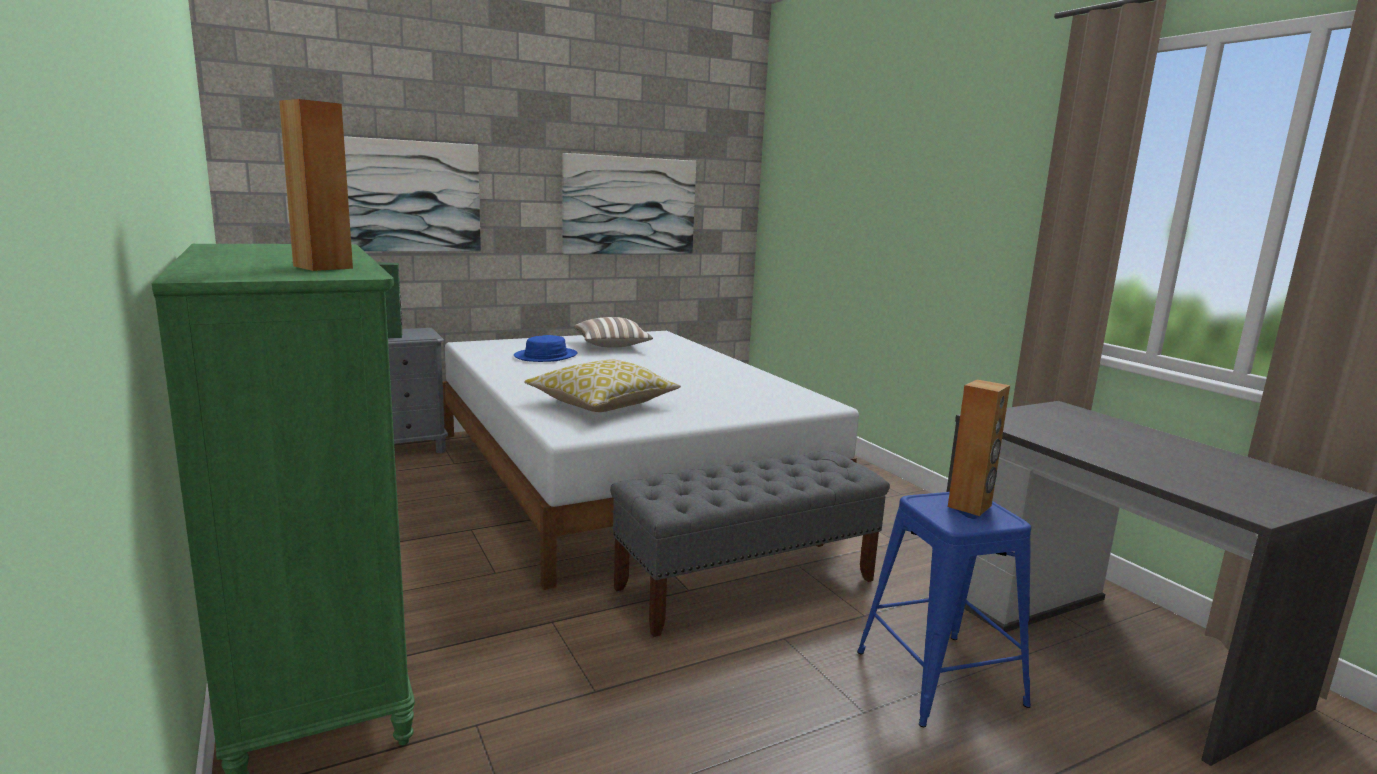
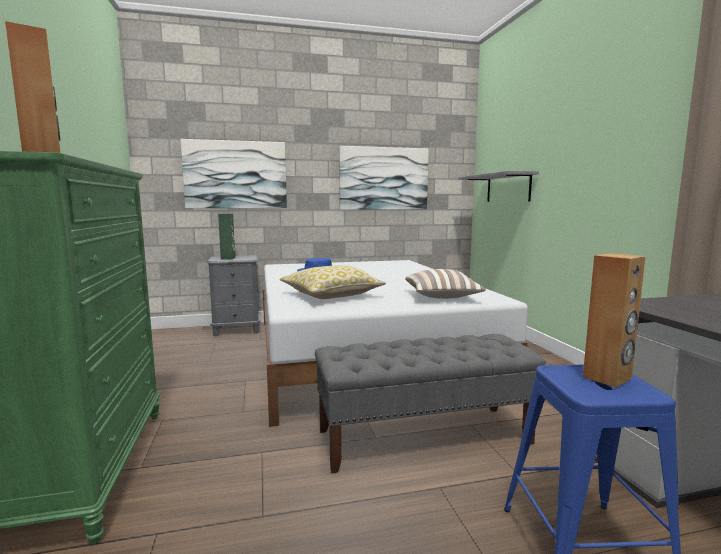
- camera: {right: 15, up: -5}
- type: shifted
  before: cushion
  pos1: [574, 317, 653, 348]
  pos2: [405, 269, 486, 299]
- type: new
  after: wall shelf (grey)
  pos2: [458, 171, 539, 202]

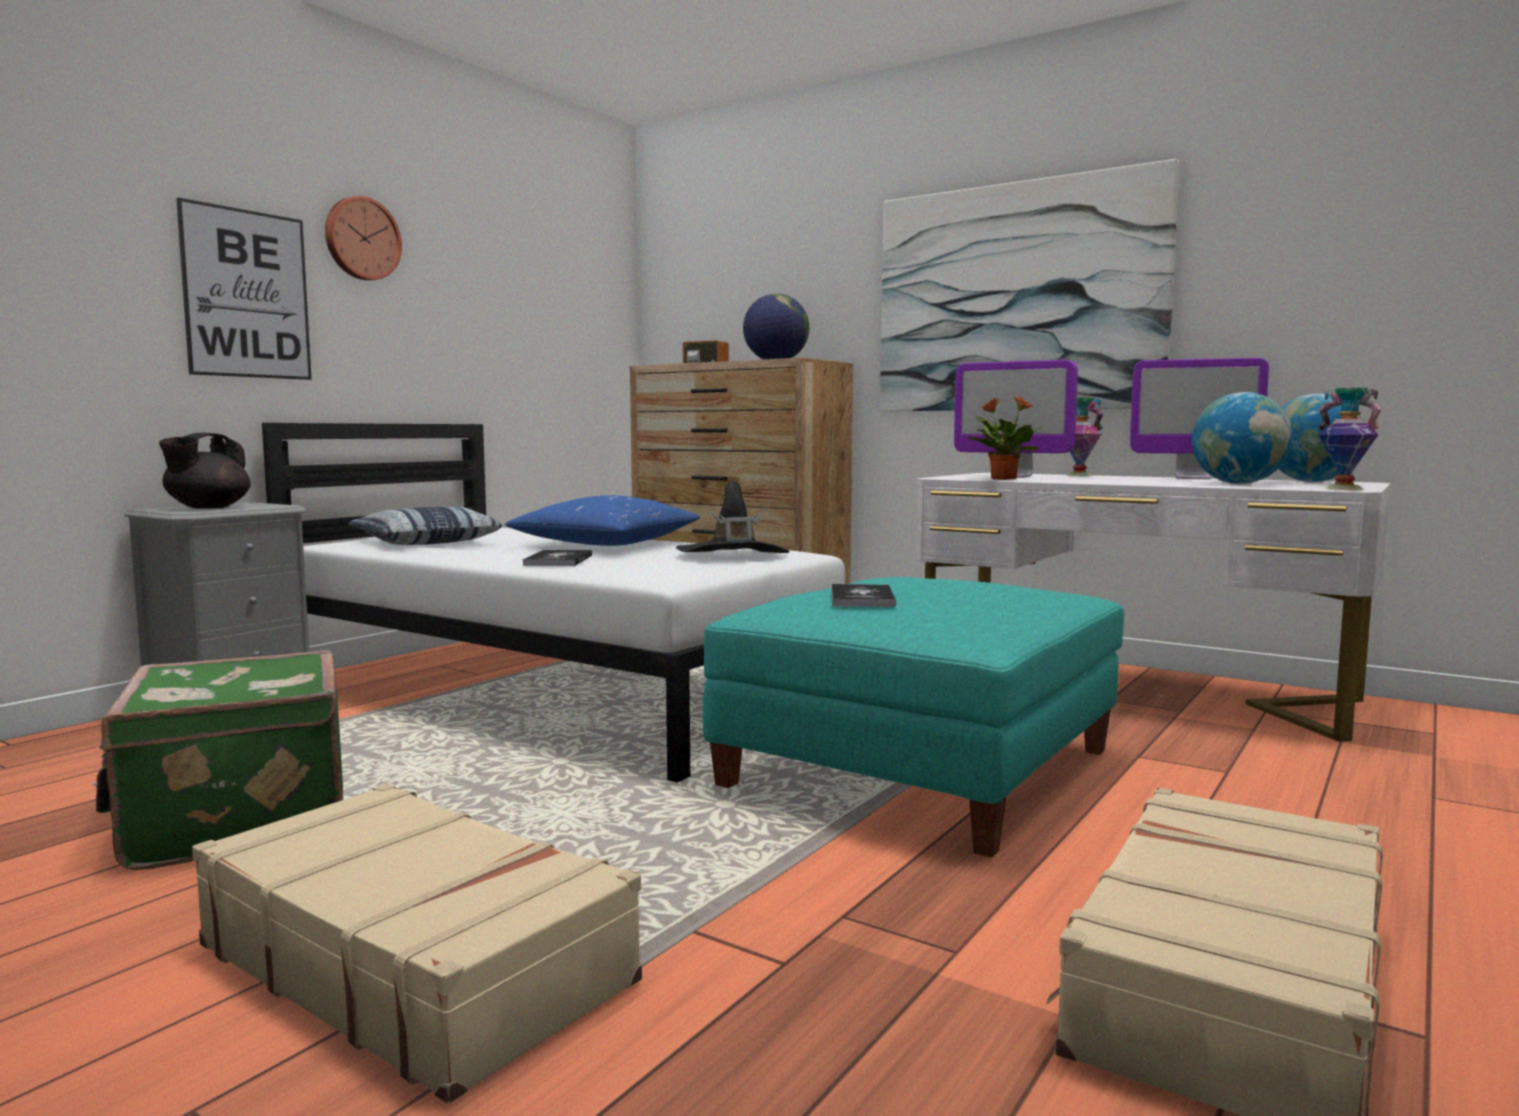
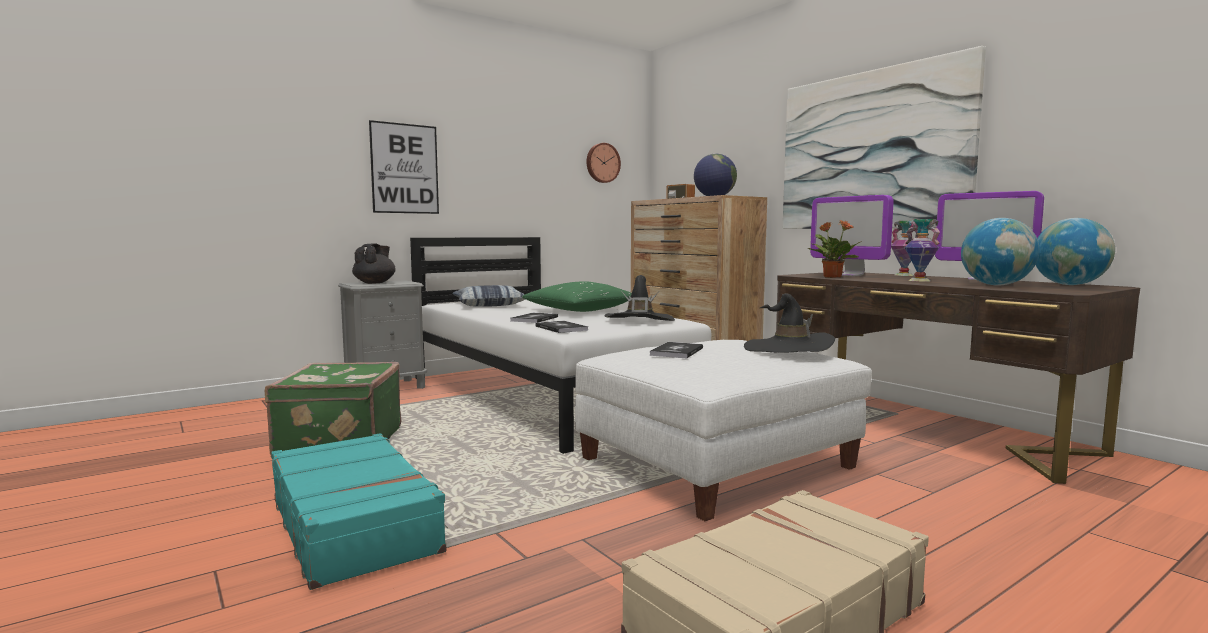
- camera: {right: 20, up: 0}
- type: rotated
  before: teapot (black-coloured)
  pos1: [159, 433, 251, 509]
  pos2: [352, 244, 396, 284]
  turn: 150
- type: repainted
  before: travel case (sand-coloured)
  after: travel case (turquoise-coloured)
  pos1: [192, 784, 642, 1104]
  pos2: [271, 433, 448, 590]
- type: shifted
  before: clock on the wall
  pos1: [325, 196, 402, 280]
  pos2: [586, 143, 621, 183]
- type: repainted
  before: cushion (bluish)
  after: cushion (green-coloured)
  pos1: [505, 495, 700, 546]
  pos2: [522, 281, 632, 312]
- type: repainted
  before: pouffe (turquoise-coloured)
  after: pouffe (white)
  pos1: [703, 577, 1124, 858]
  pos2: [575, 340, 872, 521]
- type: repainted
  before: desk table (white)
  after: desk table (brown)
  pos1: [916, 473, 1390, 742]
  pos2: [776, 272, 1140, 484]
- type: shifted
  before: flower vase
  pos1: [1318, 388, 1382, 490]
  pos2: [904, 219, 940, 282]
- type: new
  after: book
  pos2: [535, 321, 588, 333]
- type: new
  after: hat (black-coloured)
  pos2: [744, 293, 835, 353]

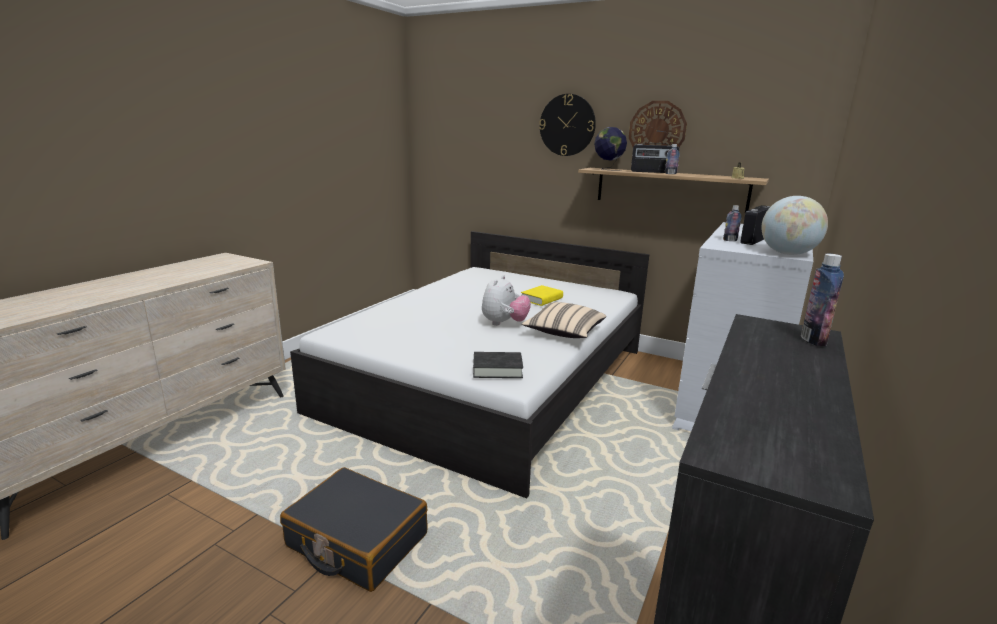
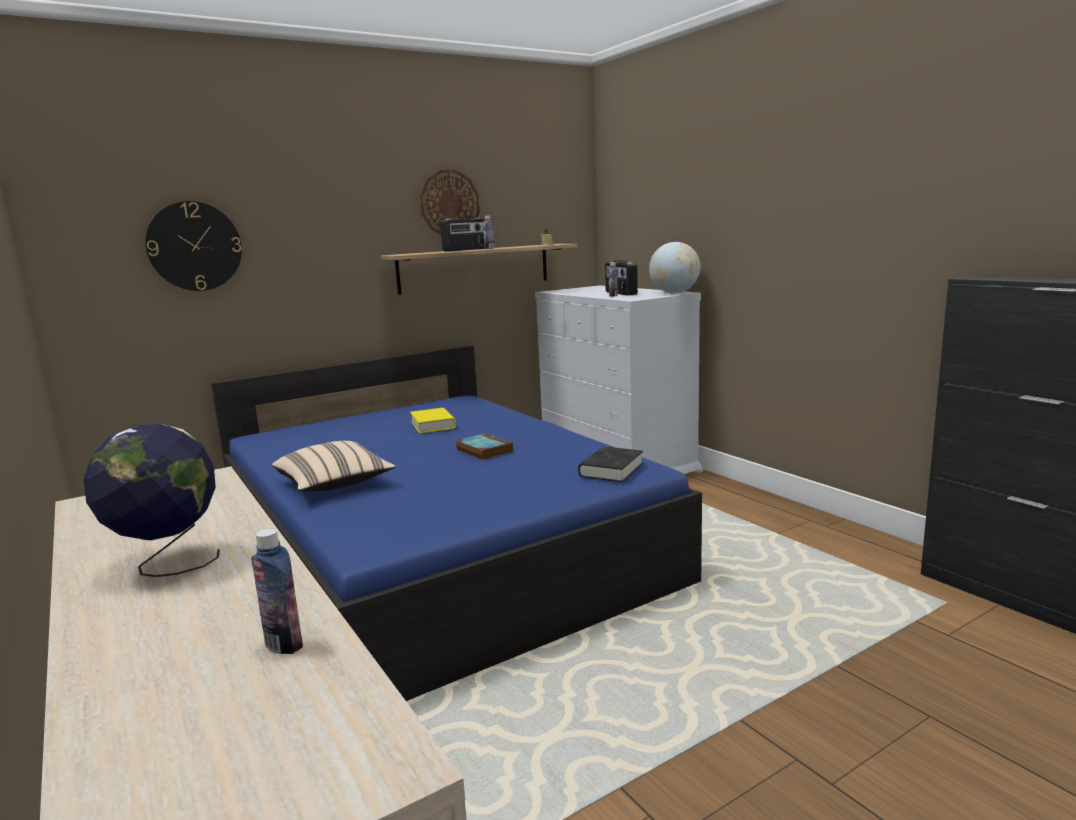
- camera: {right: -60, up: -5}
- type: gone
  before: travel case (black-coloured)
  pos1: [280, 467, 428, 592]
- type: repainted
  before: bedroom bed (white)
  after: bedroom bed (bluish)
  pos1: [290, 231, 649, 498]
  pos2: [211, 346, 702, 701]
- type: swapped
  before: plush toy
  after: book
  pos1: [482, 275, 531, 326]
  pos2: [456, 433, 513, 460]
- type: shifted
  before: cushion (sand-coloured)
  pos1: [522, 302, 606, 338]
  pos2: [272, 441, 396, 491]
- type: shifted
  before: clock on the wall
  pos1: [539, 94, 596, 156]
  pos2: [145, 201, 242, 291]
- type: shifted
  before: globe
  pos1: [594, 127, 627, 171]
  pos2: [84, 423, 220, 577]
- type: shifted
  before: drink bottle
  pos1: [801, 254, 844, 346]
  pos2: [251, 529, 303, 654]

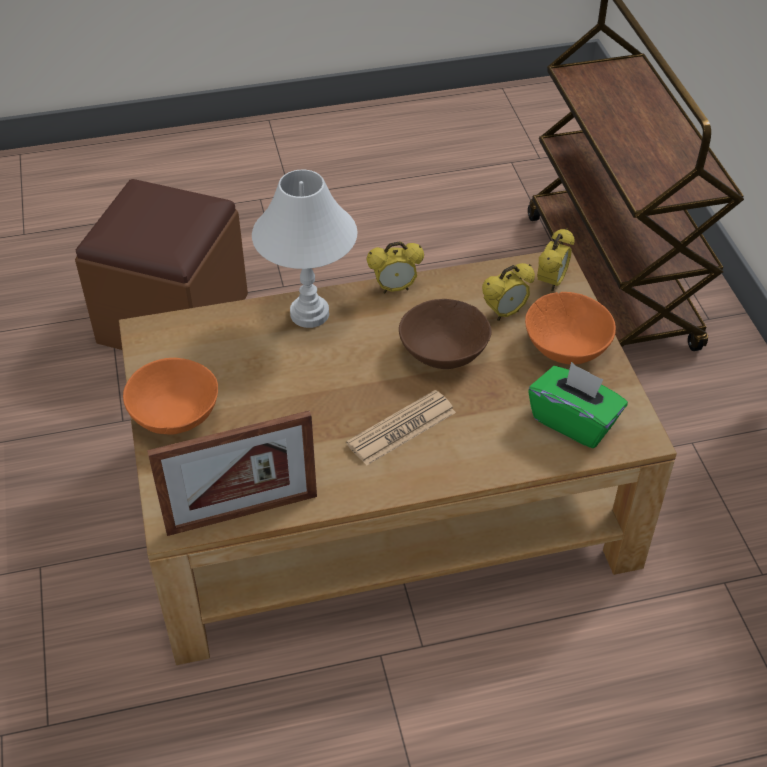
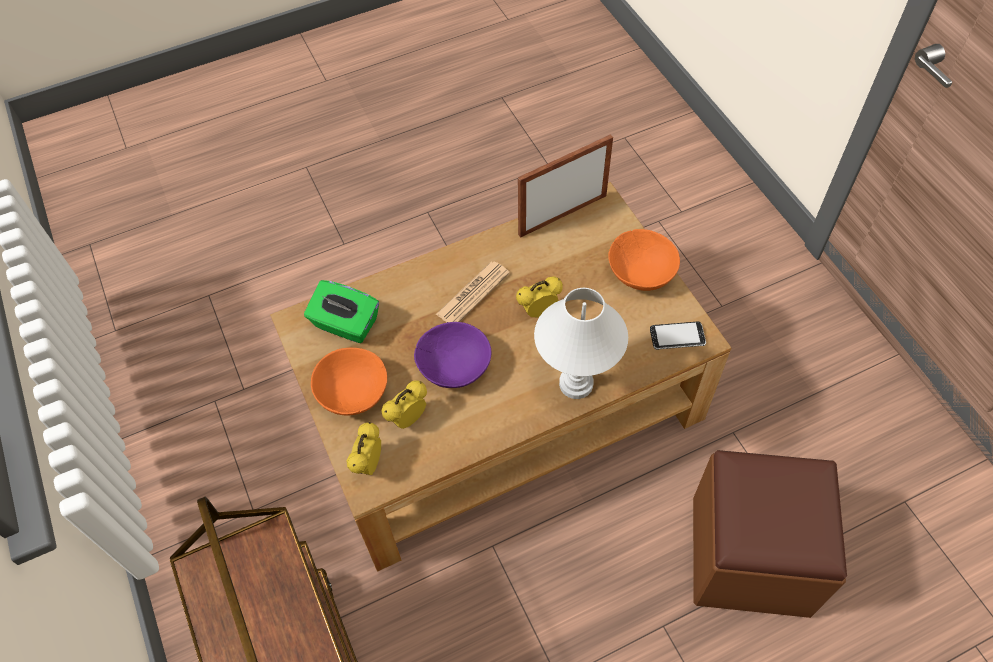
- camera: {right: 170, up: 10}
- type: shifted
  before: table clock
  pos1: [367, 241, 424, 294]
  pos2: [516, 276, 563, 317]
- type: repainted
  before: serving bowl (brown)
  after: serving bowl (purplish)
  pos1: [399, 299, 492, 369]
  pos2: [414, 322, 491, 388]
- type: new
  after: phone
  pos2: [650, 322, 706, 350]

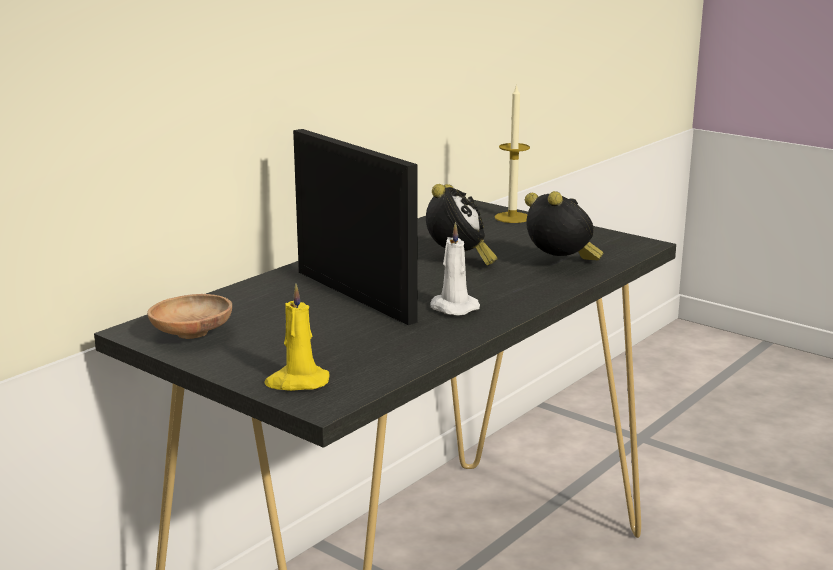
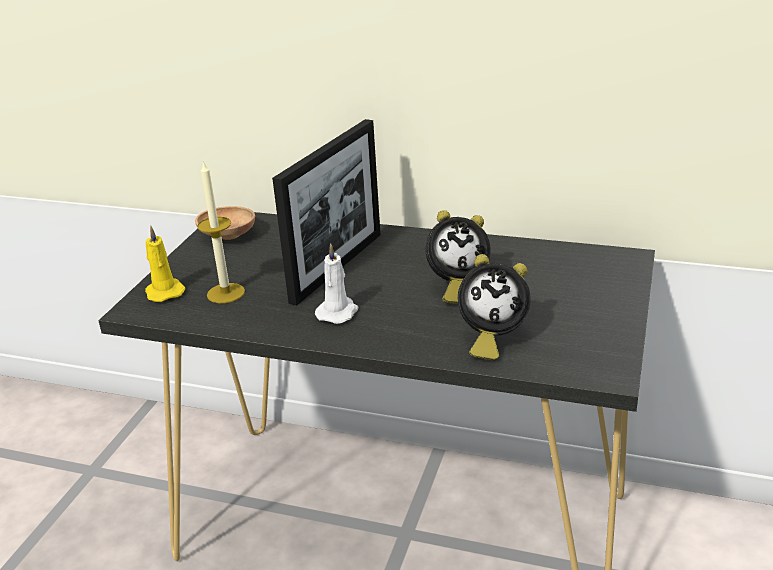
- camera: {right: 70, up: 10}
- type: shifted
  before: wax candle
  pos1: [495, 84, 530, 223]
  pos2: [197, 161, 245, 303]
- type: rotated
  before: table clock
  pos1: [525, 191, 603, 260]
  pos2: [458, 254, 531, 360]
  turn: 60

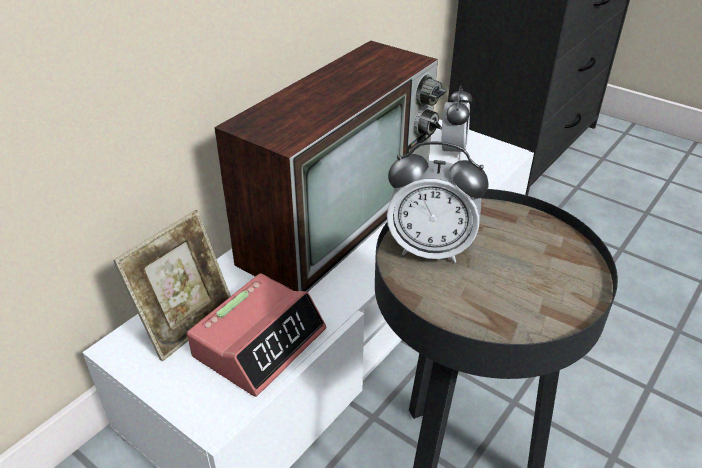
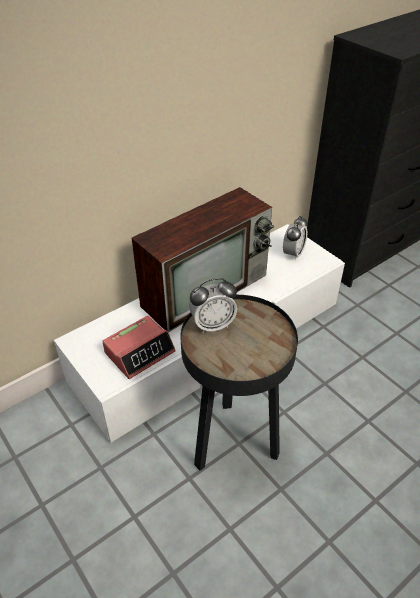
- camera: {right: 15, up: 5}
- type: gone
  before: photo frame
  pos1: [113, 210, 231, 361]
- type: rotated
  before: table clock
  pos1: [387, 141, 489, 263]
  pos2: [189, 278, 237, 333]
  turn: -45

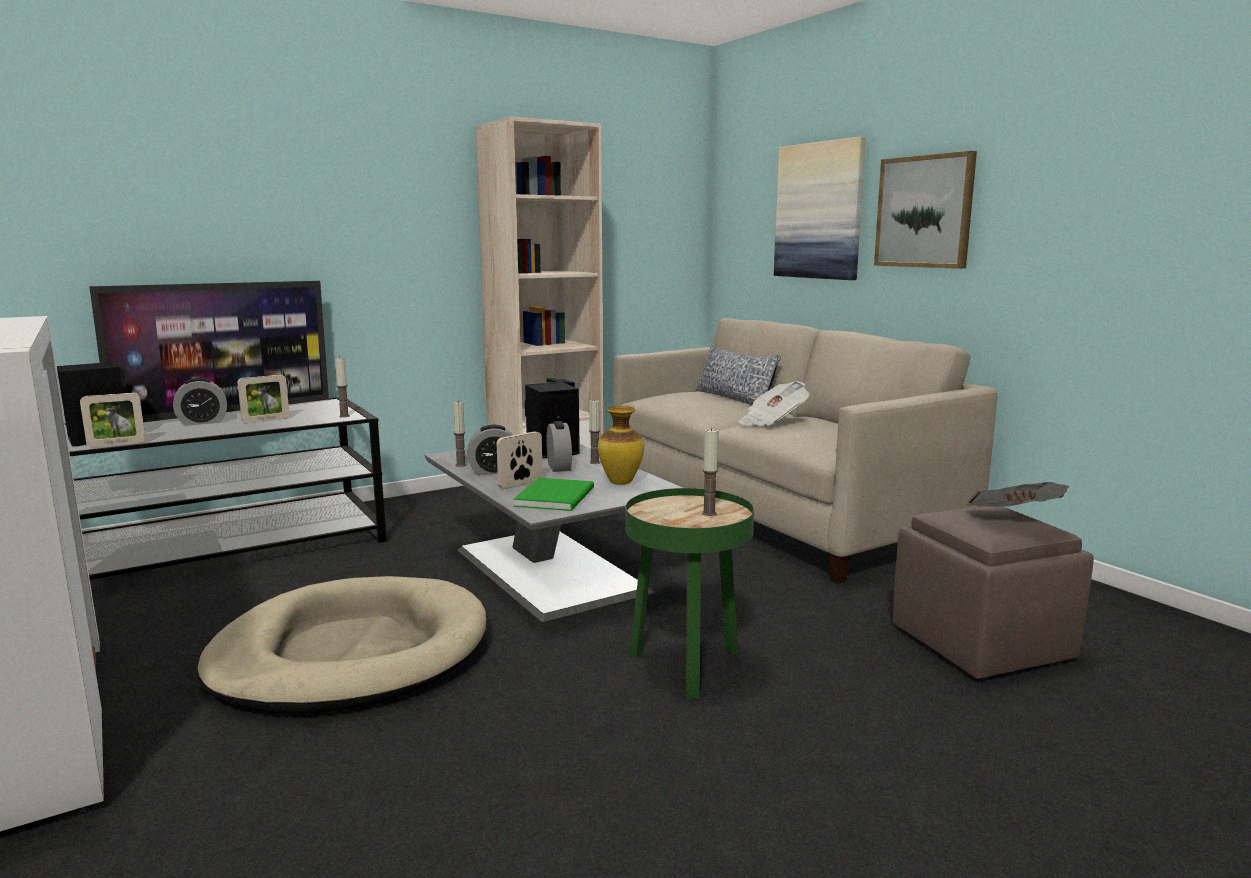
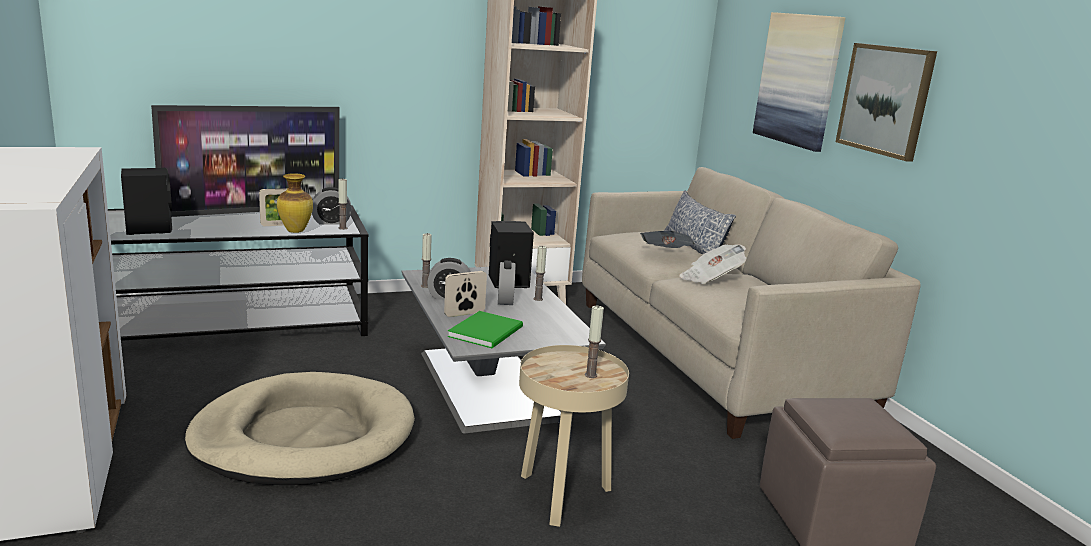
- camera: {right: 10, up: 5}
- type: gone
  before: photo frame
  pos1: [80, 392, 145, 447]
- type: shifted
  before: table clock
  pos1: [173, 378, 227, 425]
  pos2: [312, 187, 351, 225]
- type: shifted
  before: flower vase
  pos1: [598, 406, 644, 485]
  pos2: [277, 173, 313, 233]
- type: repainted
  before: end table (green-coloured)
  after: end table (sand-coloured)
  pos1: [625, 488, 754, 699]
  pos2: [519, 345, 629, 527]
- type: shifted
  before: printed paper
  pos1: [966, 482, 1069, 507]
  pos2: [640, 231, 695, 248]

